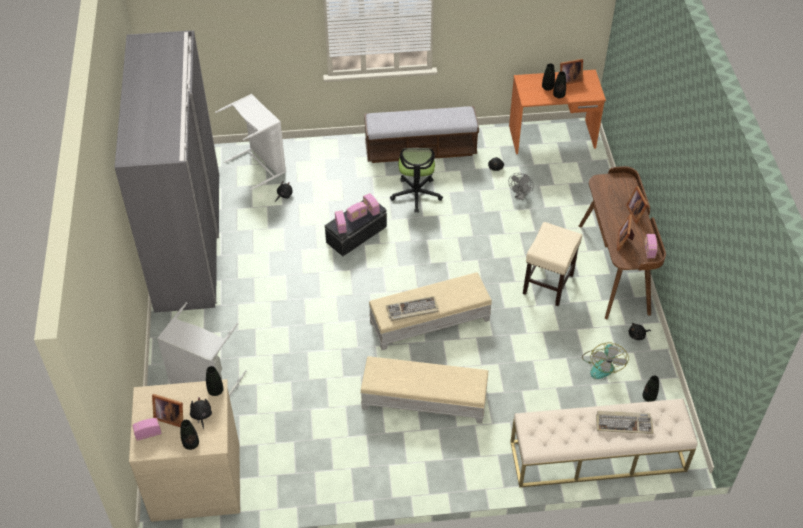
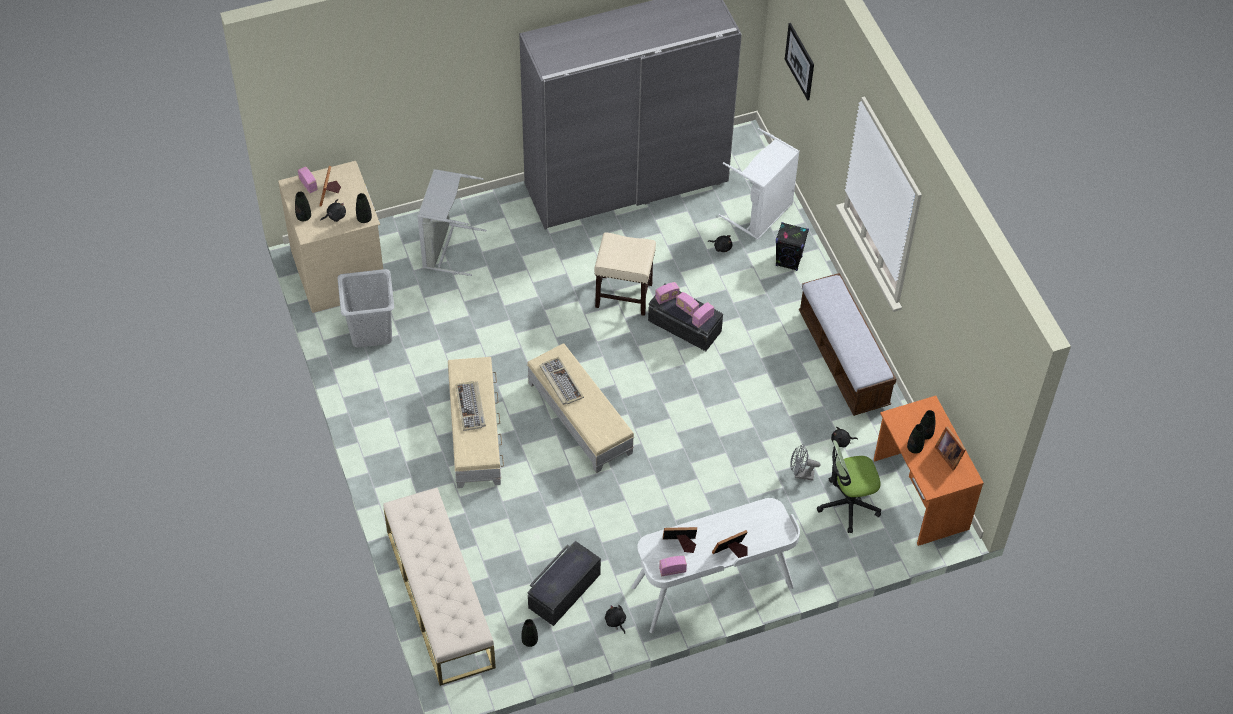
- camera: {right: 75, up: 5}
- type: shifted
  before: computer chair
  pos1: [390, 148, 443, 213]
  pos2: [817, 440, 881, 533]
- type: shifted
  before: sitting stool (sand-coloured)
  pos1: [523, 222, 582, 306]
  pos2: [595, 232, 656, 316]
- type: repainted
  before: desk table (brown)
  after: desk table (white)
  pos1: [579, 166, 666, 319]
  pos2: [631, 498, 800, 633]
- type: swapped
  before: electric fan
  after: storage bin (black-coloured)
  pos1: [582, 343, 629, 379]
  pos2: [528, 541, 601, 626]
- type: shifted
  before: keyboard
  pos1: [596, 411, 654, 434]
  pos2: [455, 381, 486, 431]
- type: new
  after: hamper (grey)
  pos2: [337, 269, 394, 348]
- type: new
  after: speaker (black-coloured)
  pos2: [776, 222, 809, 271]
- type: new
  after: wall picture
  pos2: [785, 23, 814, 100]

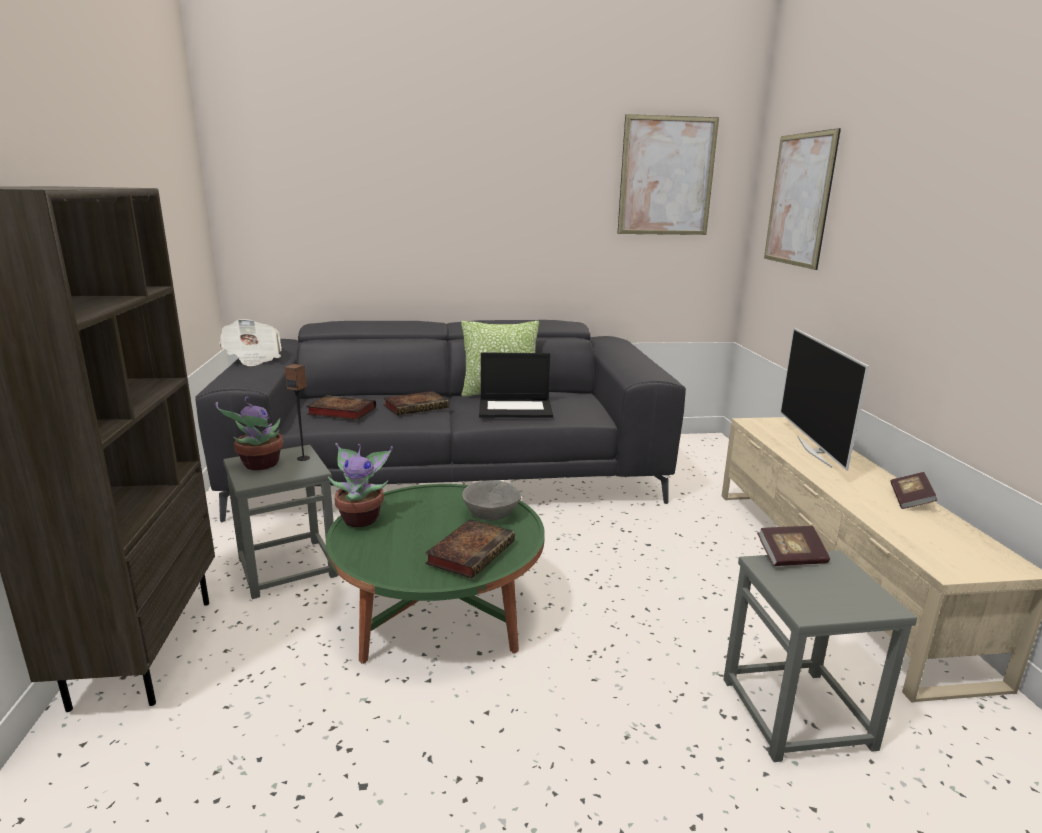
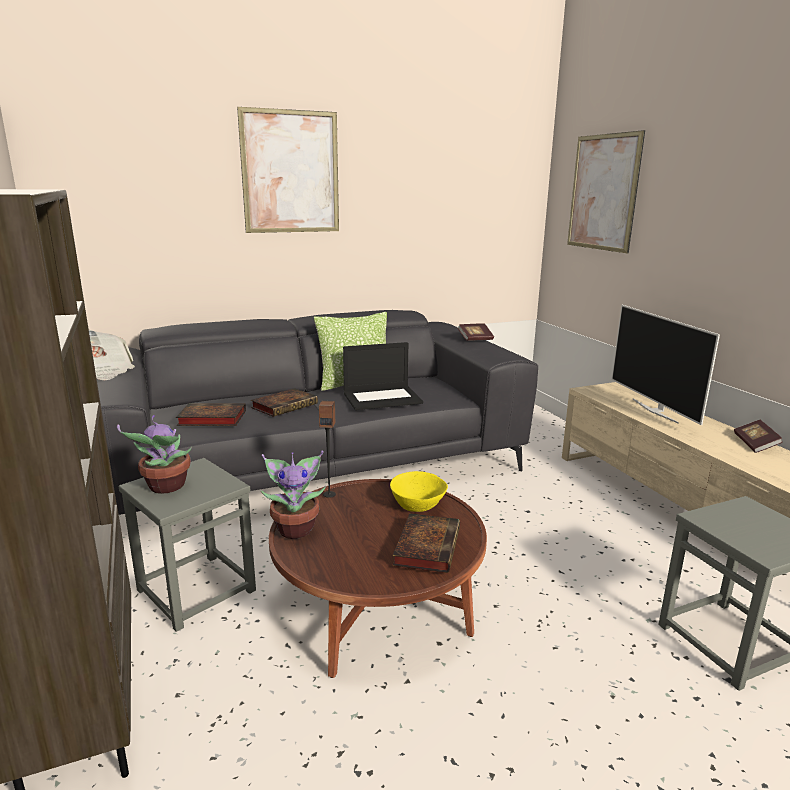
- camera: {right: -15, up: 0}
- type: shifted
  before: speaker
  pos1: [285, 364, 310, 461]
  pos2: [319, 401, 336, 498]
- type: repainted
  before: coffee table (green-coloured)
  after: coffee table (brown)
  pos1: [326, 484, 545, 664]
  pos2: [269, 479, 487, 678]
- type: repainted
  before: serving bowl (grey)
  after: serving bowl (yellow-coloured)
  pos1: [462, 480, 521, 521]
  pos2: [390, 471, 448, 512]
- type: shifted
  before: wall picture
  pos1: [617, 114, 719, 235]
  pos2: [237, 107, 339, 233]
- type: shifted
  before: book
  pos1: [757, 526, 830, 566]
  pos2: [458, 324, 494, 341]

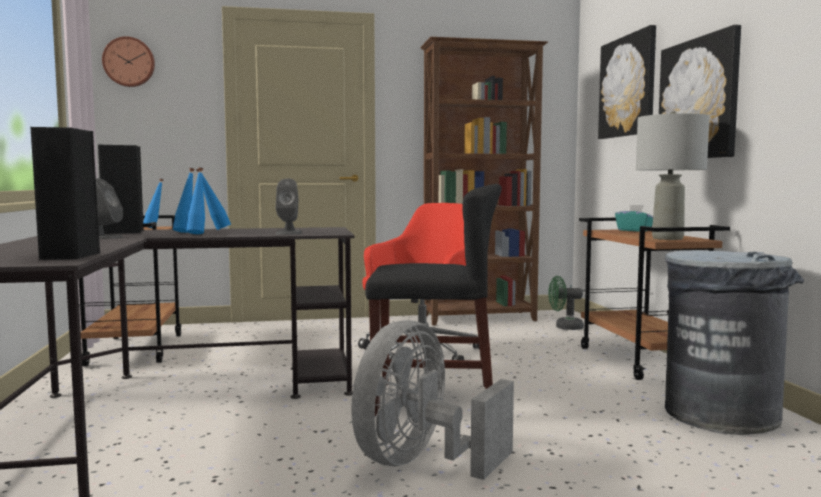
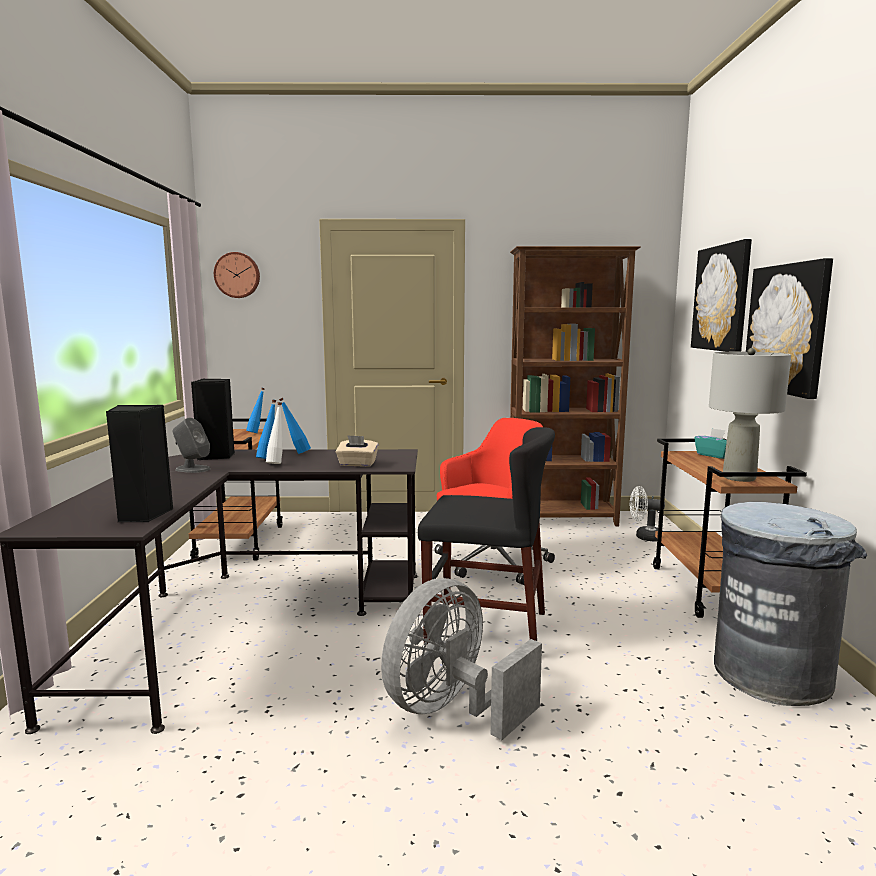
- camera: {right: 10, up: 5}
- type: repainted
  before: drink bottle (bluish)
  after: drink bottle (white)
  pos1: [187, 167, 205, 234]
  pos2: [266, 402, 283, 464]
- type: swapped
  before: speaker (grey)
  after: tissue holder (sand-coloured)
  pos1: [276, 178, 302, 235]
  pos2: [336, 435, 379, 467]
- type: repainted
  before: electric fan (green-coloured)
  after: electric fan (white)
  pos1: [548, 276, 584, 330]
  pos2: [630, 486, 665, 541]

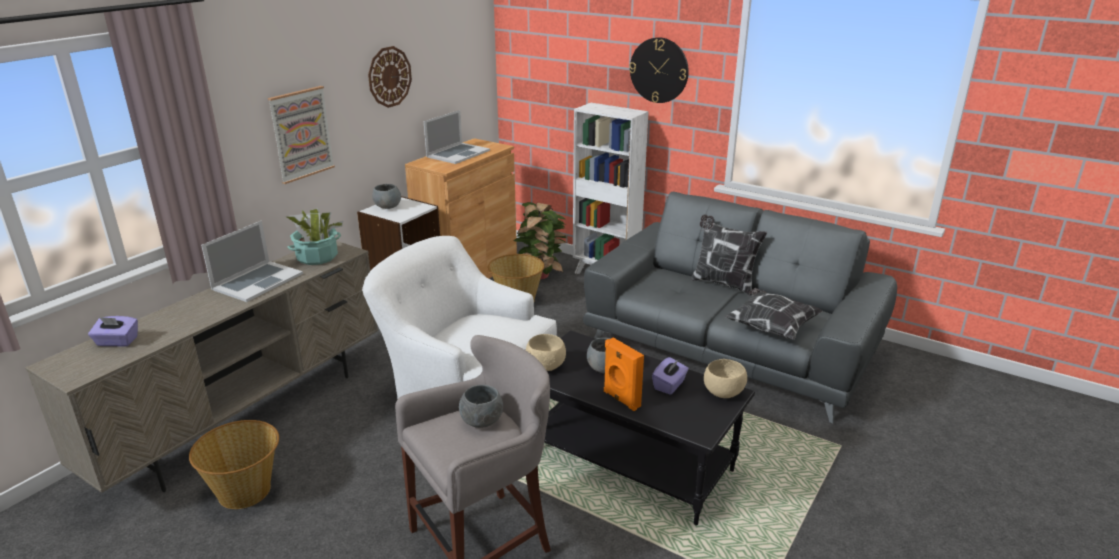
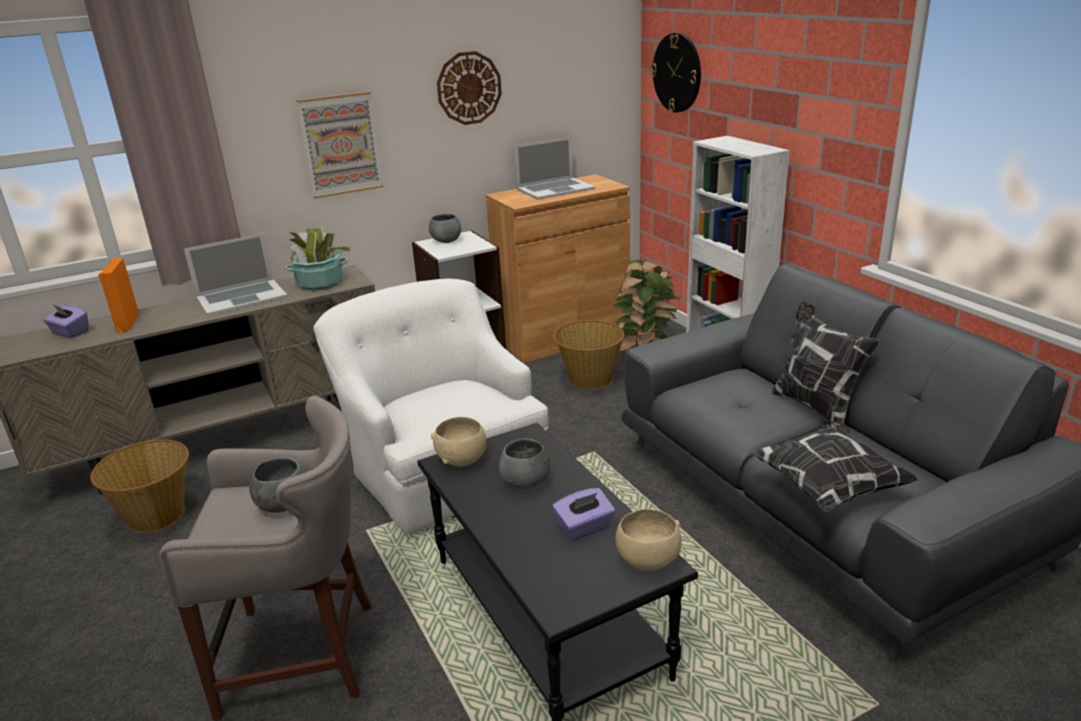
- camera: {right: 30, up: 0}
- type: shifted
  before: speaker (orange-coloured)
  pos1: [604, 338, 644, 411]
  pos2: [98, 258, 139, 333]
- type: shifted
  before: clock on the wall
  pos1: [629, 37, 689, 103]
  pos2: [651, 33, 701, 113]

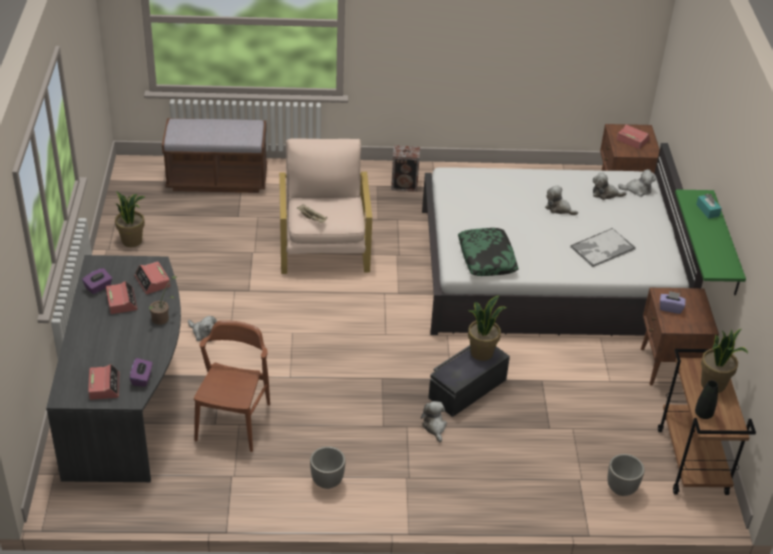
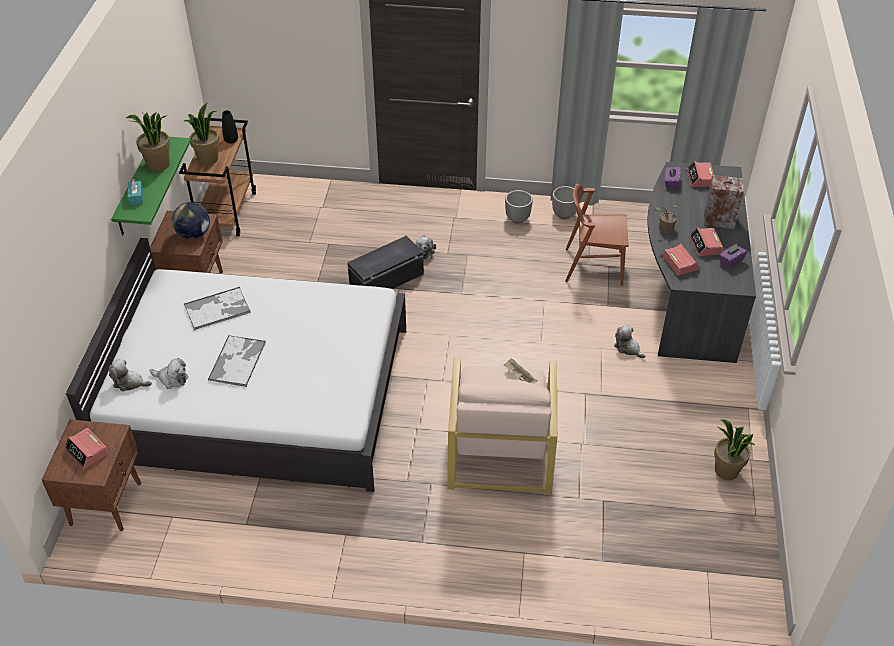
- camera: {right: -170, up: 5}
- type: gone
  before: indoor bench (brown)
  pos1: [162, 118, 267, 193]
- type: rotated
  before: plain chair (brown)
  pos1: [194, 320, 270, 452]
  pos2: [565, 183, 629, 286]
  turn: 75
- type: shifted
  before: speaker
  pos1: [391, 145, 420, 192]
  pos2: [704, 175, 744, 229]
- type: gone
  before: cushion
  pos1: [458, 228, 519, 276]
- type: shifted
  before: plant in a pot
  pos1: [467, 295, 507, 361]
  pos2: [126, 112, 170, 171]
- type: swapped
  before: plush toy
  after: serving tray
  pos1: [545, 185, 578, 215]
  pos2: [208, 335, 266, 387]
- type: shifted
  before: plant pot
  pos1: [607, 454, 645, 496]
  pos2: [552, 186, 576, 219]
- type: swapped
  before: tissue holder (purplish)
  after: globe
  pos1: [660, 291, 686, 314]
  pos2: [172, 202, 210, 239]

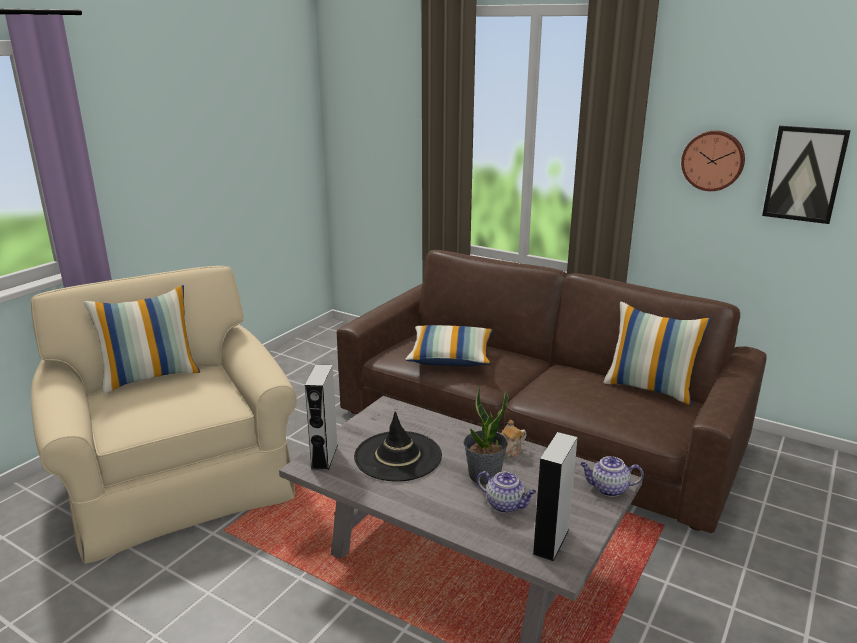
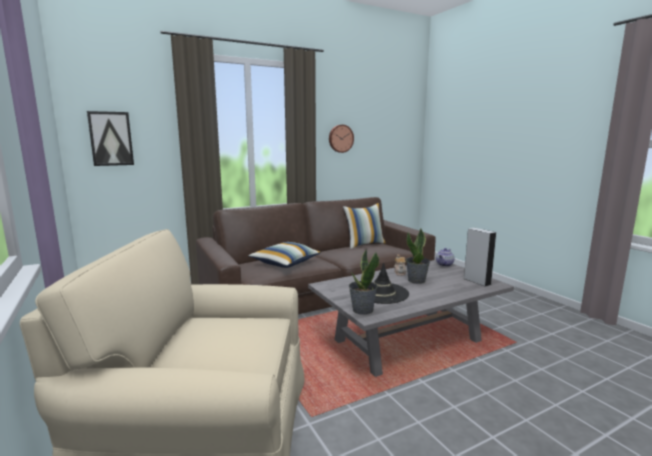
- camera: {right: -60, up: -10}
- type: gone
  before: cushion
  pos1: [84, 285, 200, 394]
- type: swapped
  before: speaker (grey)
  after: plant in a pot
  pos1: [305, 364, 338, 470]
  pos2: [349, 249, 379, 315]
- type: gone
  before: teapot
  pos1: [477, 471, 537, 513]
- type: shifted
  before: wall picture
  pos1: [762, 126, 851, 224]
  pos2: [87, 111, 134, 166]

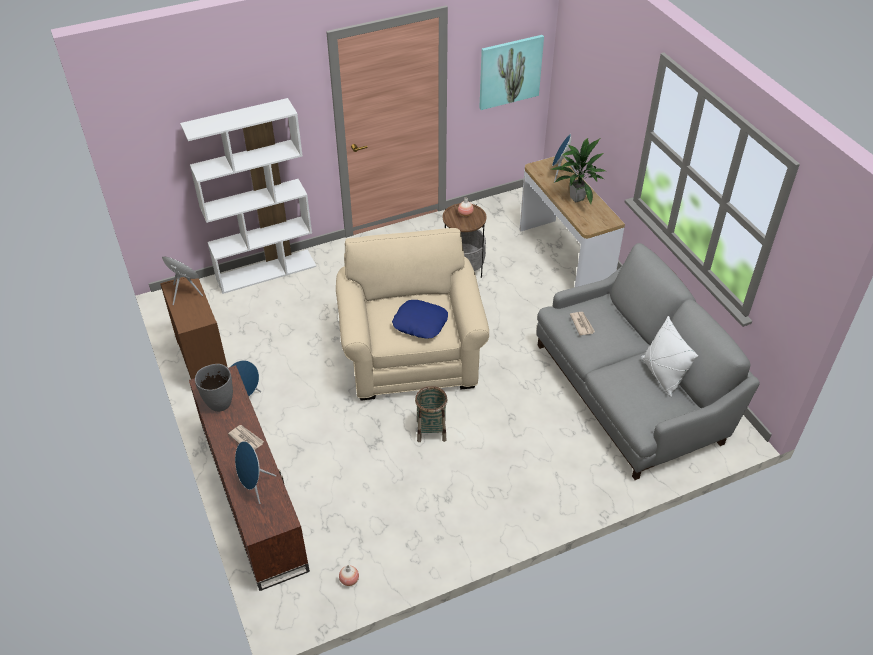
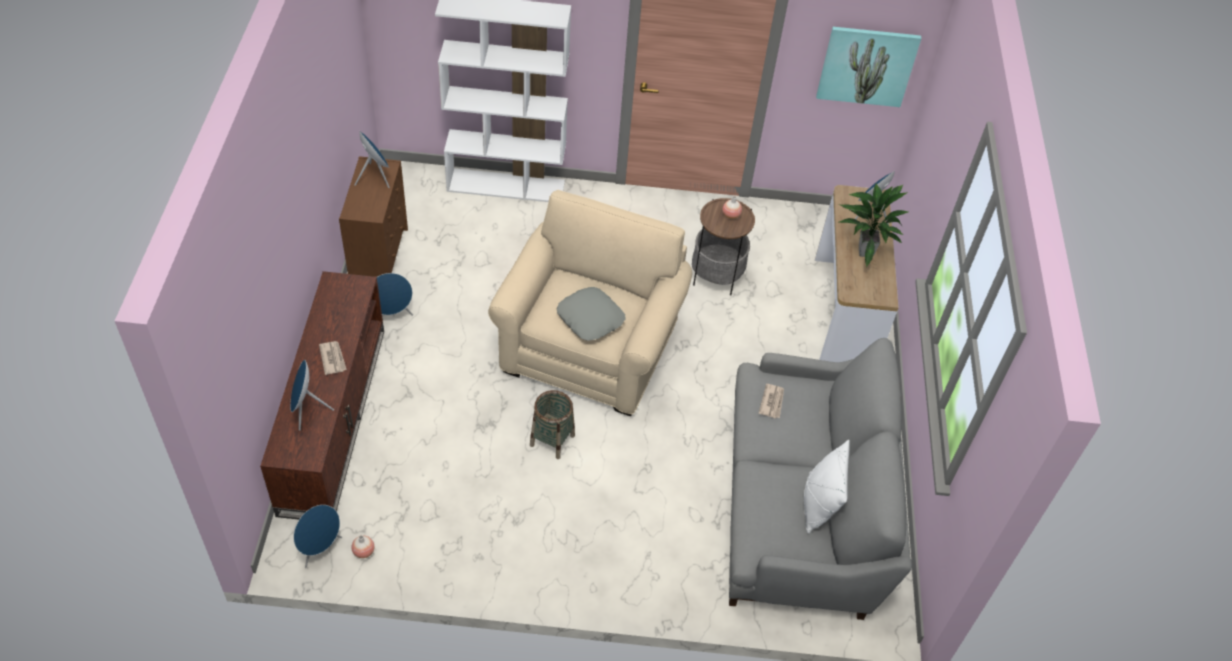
- camera: {right: 25, up: 5}
- type: gone
  before: flower vase (grey)
  pos1: [195, 364, 233, 412]
- type: repainted
  before: cushion (bluish)
  after: cushion (grey)
  pos1: [392, 300, 448, 339]
  pos2: [557, 287, 625, 341]
- type: new
  after: speaker (bluish)
  pos2: [294, 505, 342, 568]

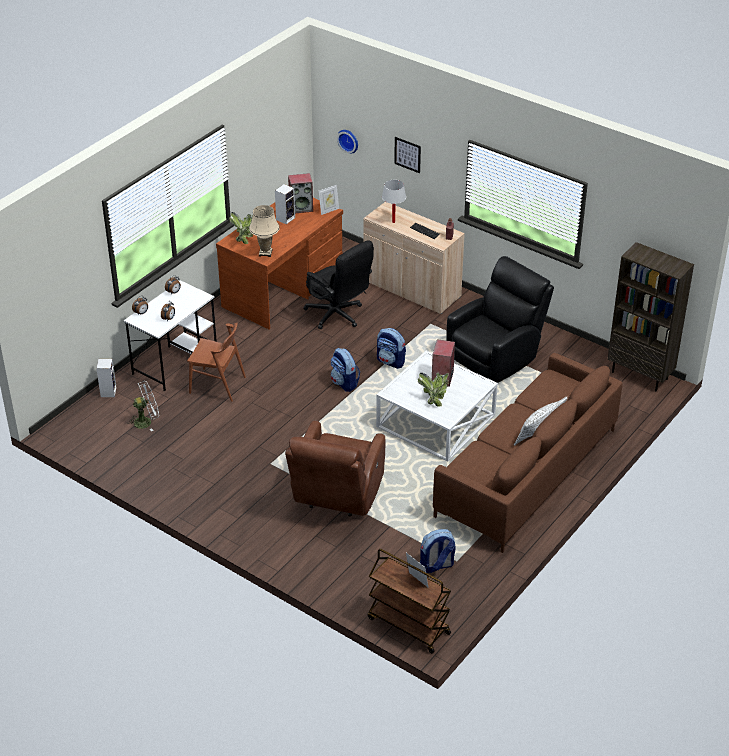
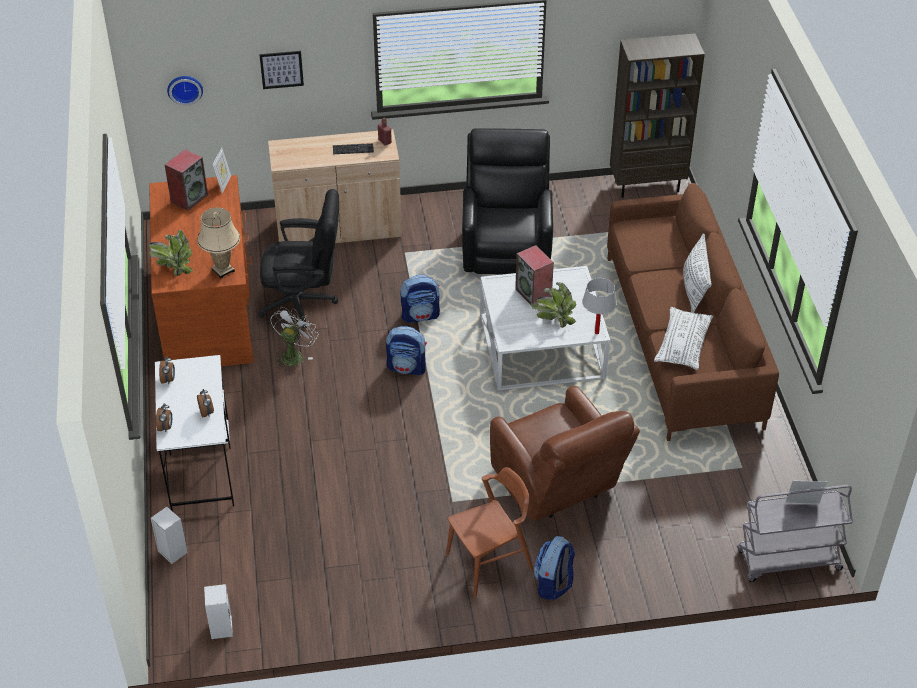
- camera: {right: -45, up: 5}
- type: shifted
  before: electric fan (white)
  pos1: [130, 381, 159, 431]
  pos2: [270, 307, 318, 368]
- type: shifted
  before: plain chair (brown)
  pos1: [187, 322, 246, 402]
  pos2: [446, 467, 533, 596]
- type: shifted
  before: speaker
  pos1: [275, 184, 295, 224]
  pos2: [204, 584, 233, 639]
- type: repainted
  before: cart (brown)
  after: cart (grey)
  pos1: [368, 549, 451, 654]
  pos2: [737, 485, 853, 582]
- type: shifted
  before: table lamp (white)
  pos1: [382, 180, 406, 223]
  pos2: [582, 278, 617, 334]
- type: shifted
  before: knapsack
  pos1: [420, 529, 456, 573]
  pos2: [534, 536, 575, 600]
- type: new
  after: cushion (white)
  pos2: [654, 307, 713, 370]

